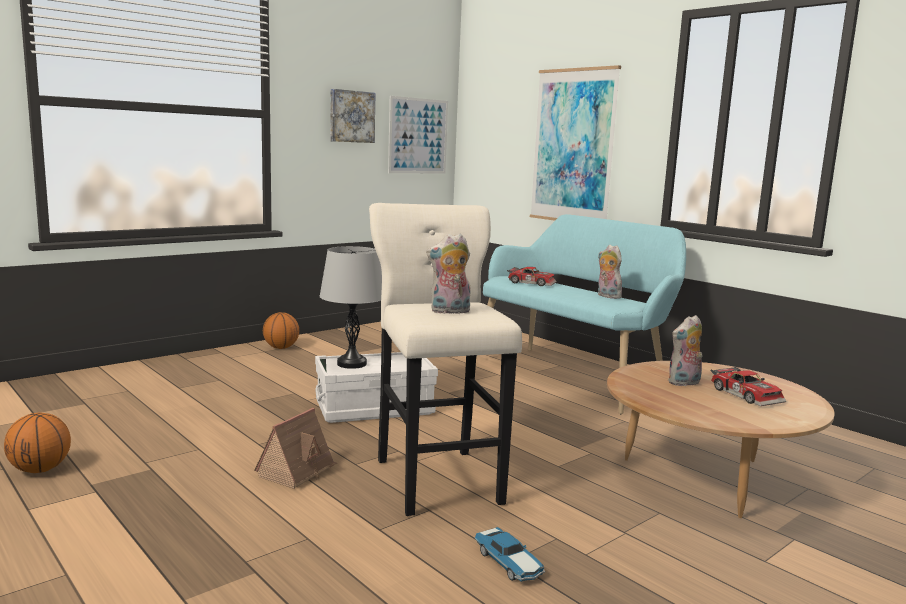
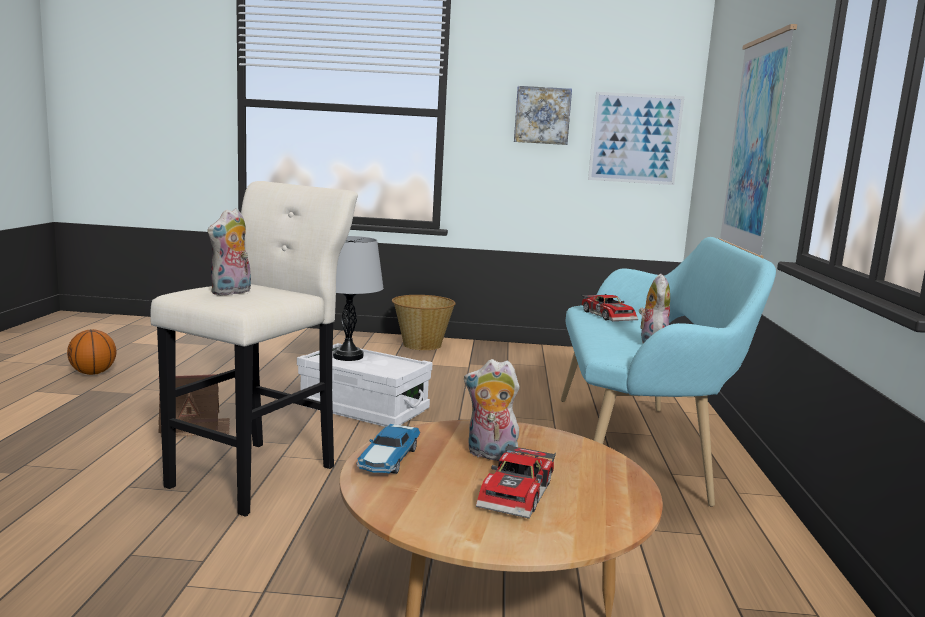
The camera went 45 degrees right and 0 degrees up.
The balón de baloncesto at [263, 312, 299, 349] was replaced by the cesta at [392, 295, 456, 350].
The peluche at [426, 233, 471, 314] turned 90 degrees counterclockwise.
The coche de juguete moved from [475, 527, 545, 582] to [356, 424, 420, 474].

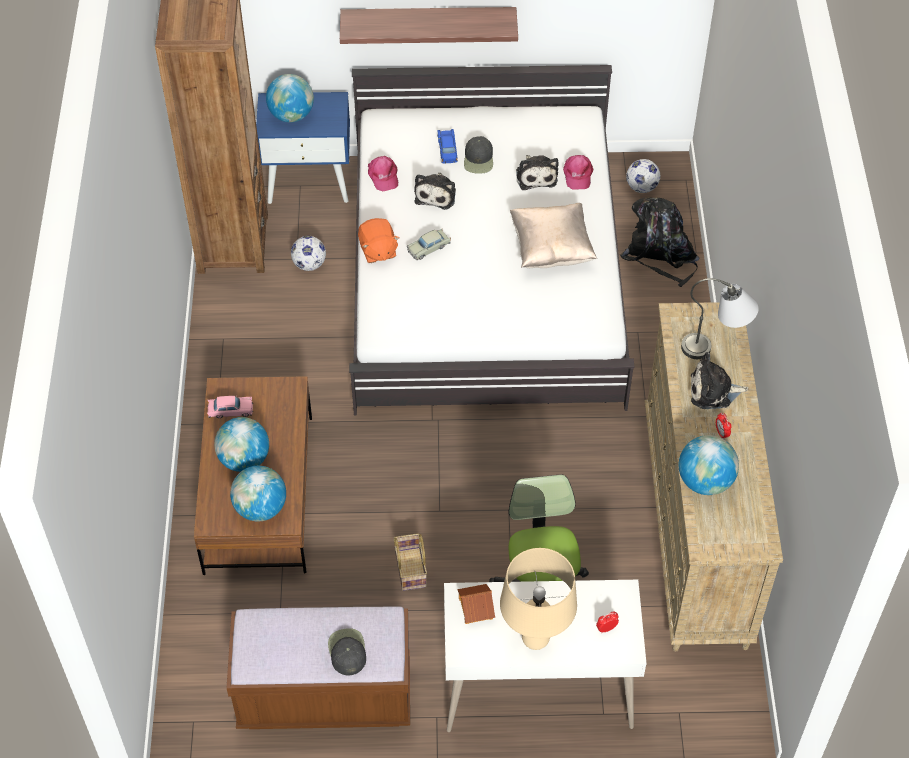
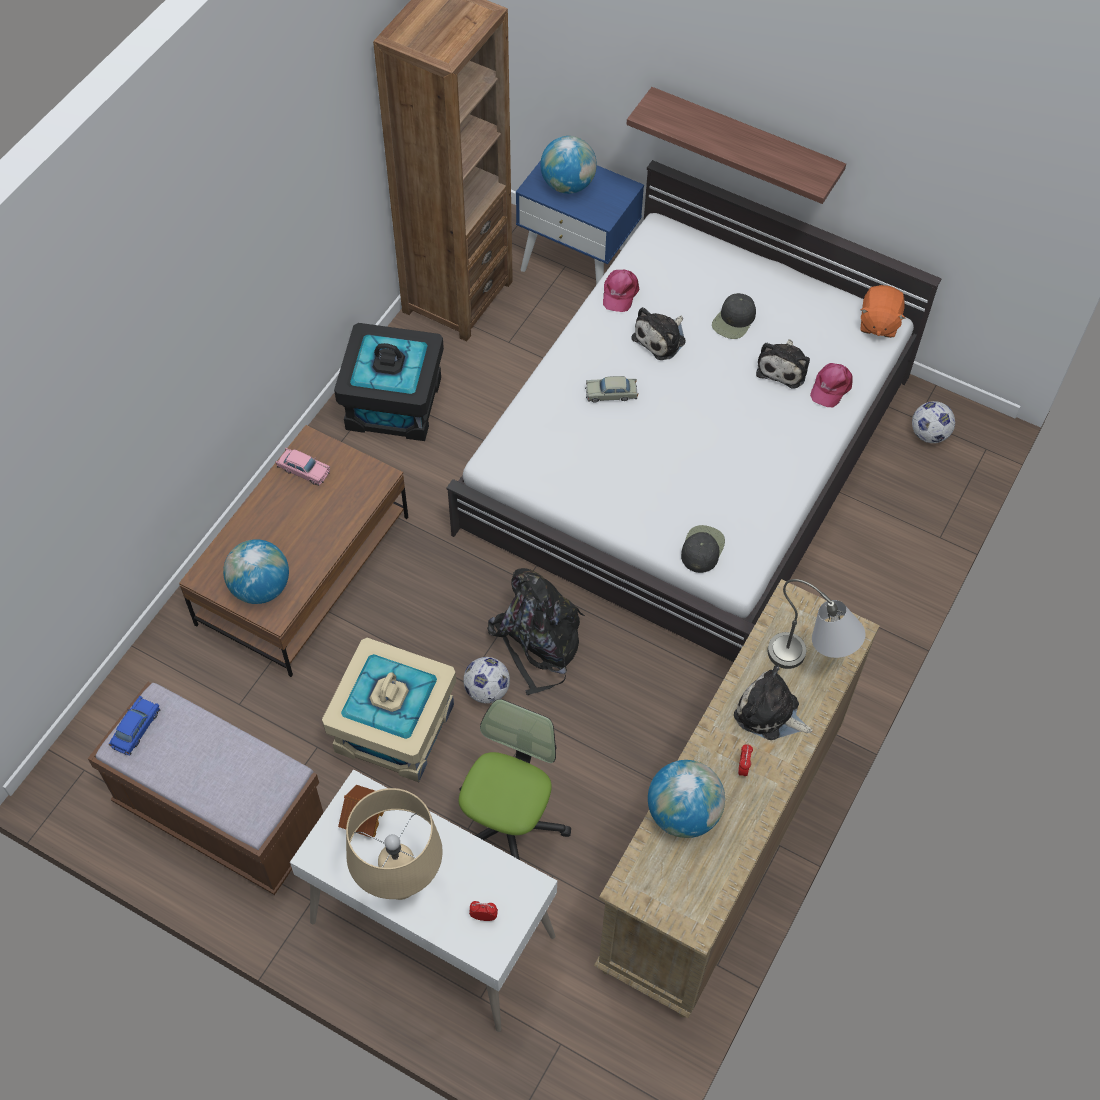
The camera went 30 degrees right and 5 degrees up.
The globo terráqueo at [214, 417, 269, 472] disappeared.
The balón de fútbol moved from [291, 236, 326, 271] to [463, 657, 510, 703].
The gorra (negro) moved from [328, 628, 366, 675] to [681, 525, 725, 573].
The peluche (naranja) moved from [358, 218, 399, 263] to [861, 285, 906, 338].
The cesta at [394, 533, 427, 591] was replaced by the caja de almacenaje (beis) at [322, 638, 456, 782].
The coche de juguete (azul) moved from [437, 129, 458, 164] to [109, 696, 161, 755].
The cojín (beis) at [510, 203, 597, 268] disappeared.
The mochila (negro) moved from [620, 198, 700, 287] to [487, 568, 585, 695].
The caja de almacenaje (negro) at [334, 323, 444, 441] appeared.

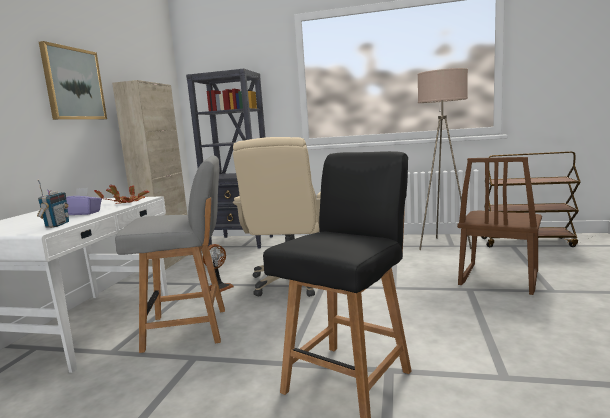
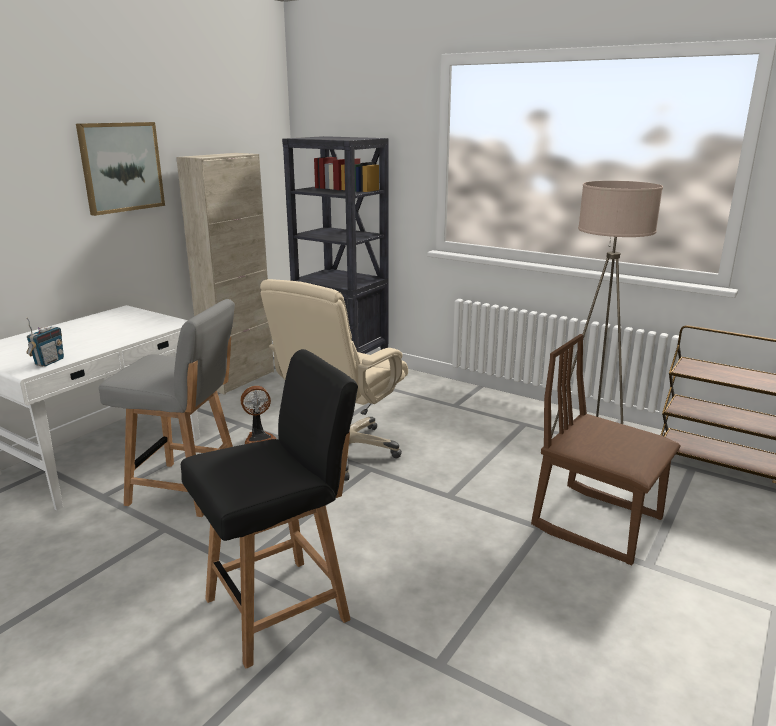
The camera went 20 degrees right and 10 degrees up.
The caja de pañuelos (morado) at [66, 188, 102, 215] disappeared.
The planta en maceta at [94, 185, 149, 204] disappeared.
The silla (marrón) at [457, 157, 542, 295] turned 75 degrees clockwise.

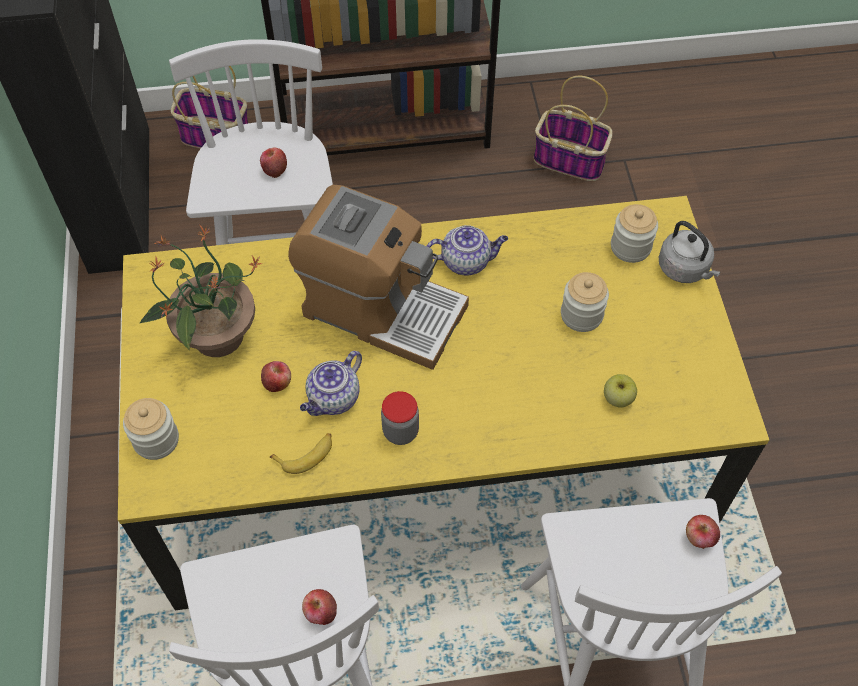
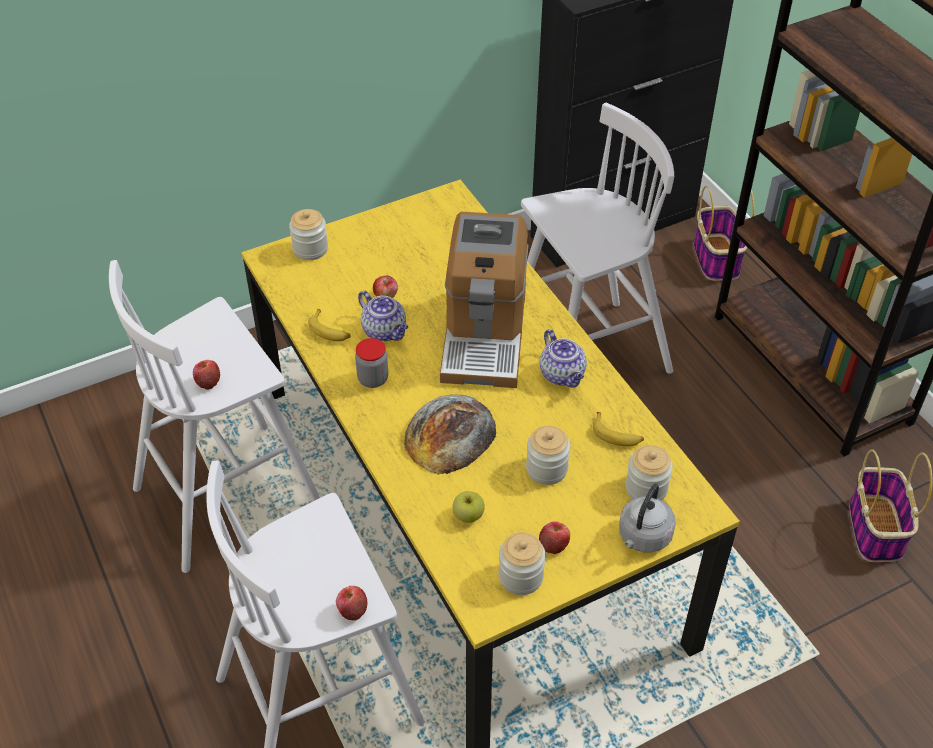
The camera went 70 degrees right and 10 degrees down.
The planta en maceta at [140, 224, 262, 357] disappeared.
The manzana moved from [260, 147, 287, 178] to [539, 521, 570, 554].
The tetera at [300, 351, 362, 416] turned 150 degrees counterclockwise.
The pan at [404, 395, 496, 475] appeared.
The tarro at [499, 532, 546, 595] appeared.
The plátano at [593, 412, 644, 446] appeared.

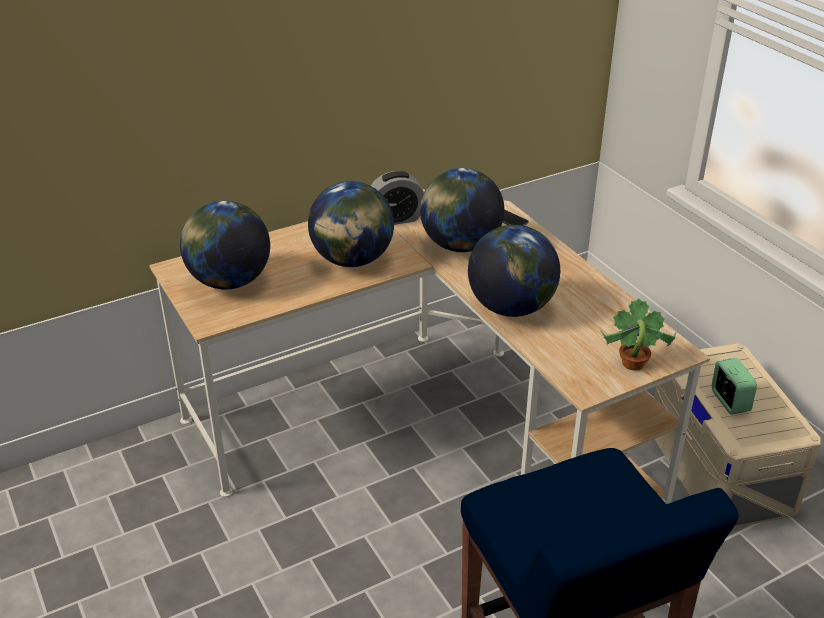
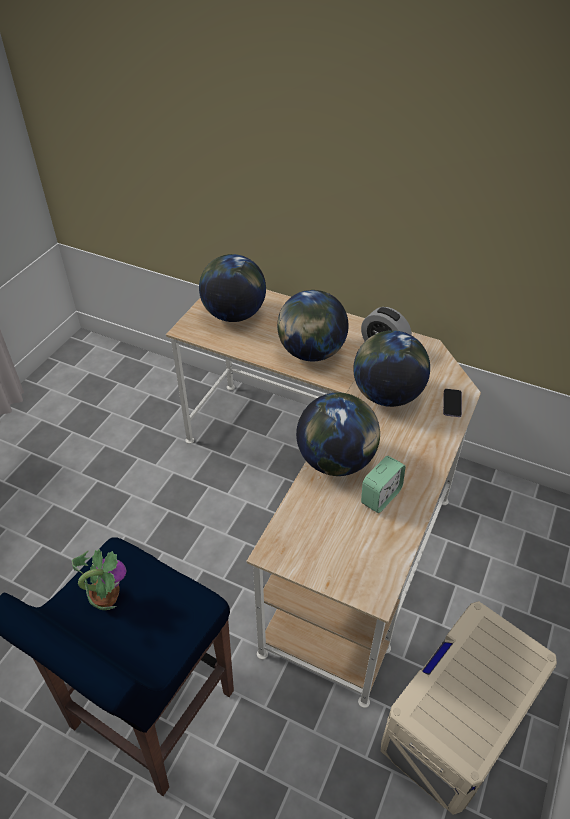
The camera went 55 degrees right and 10 degrees up.
The planta en maceta moved from [600, 298, 676, 371] to [72, 549, 126, 610].
The despertador moved from [712, 358, 757, 415] to [361, 456, 406, 513].

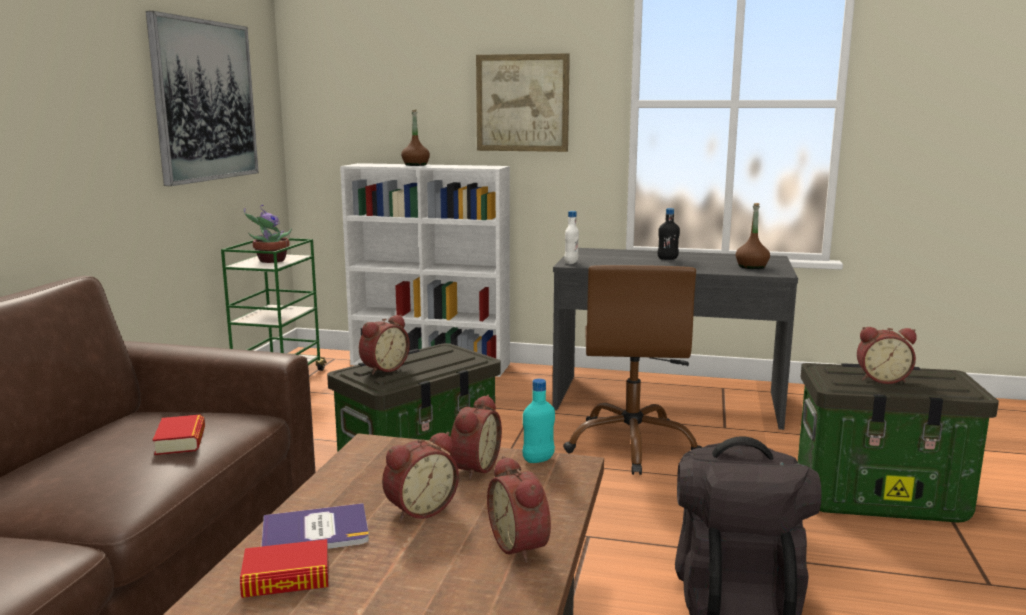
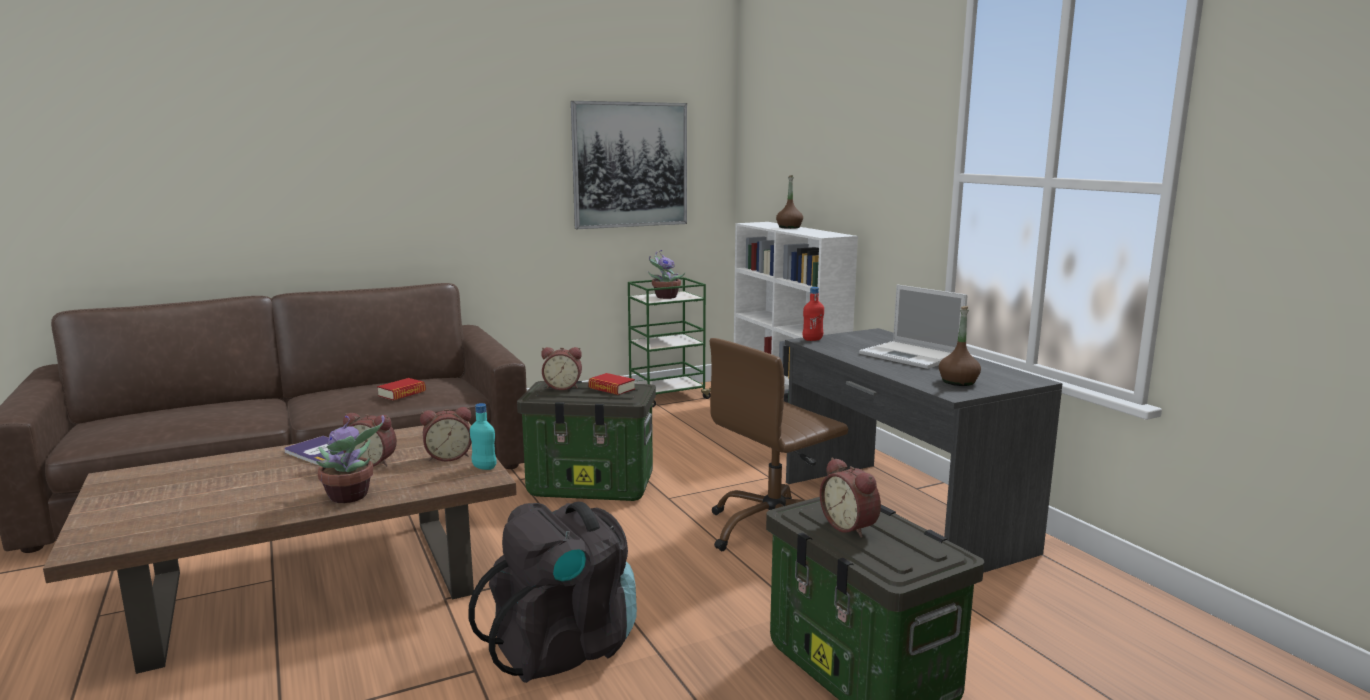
The camera went 50 degrees right and 0 degrees up.
The libro moved from [240, 539, 329, 598] to [588, 373, 635, 395].
The cuadro at [476, 53, 570, 152] disappeared.
The despertador at [487, 456, 551, 563] was replaced by the planta en maceta at [316, 415, 385, 503].
The botella (blanco) at [564, 211, 579, 264] became the botella (rojo) at [803, 287, 824, 341].
The botella (negro) at [658, 208, 680, 260] was replaced by the portátil at [859, 284, 968, 369].

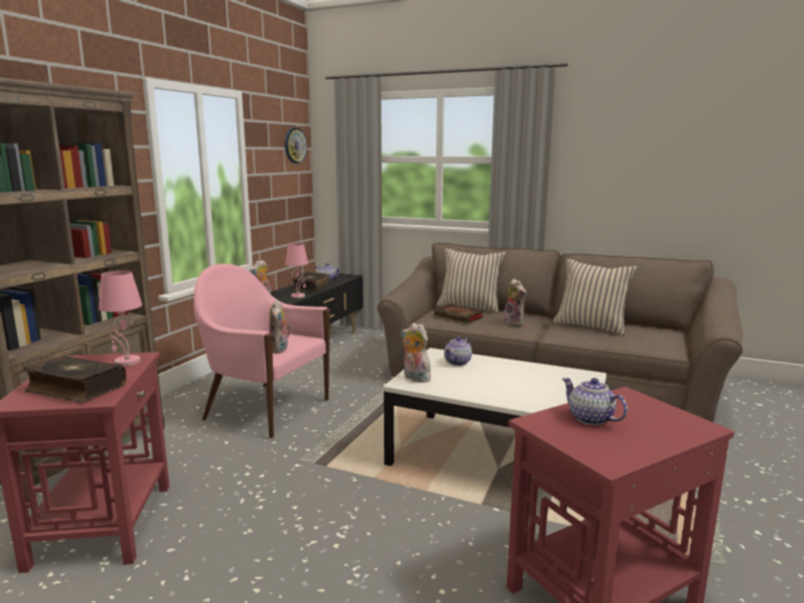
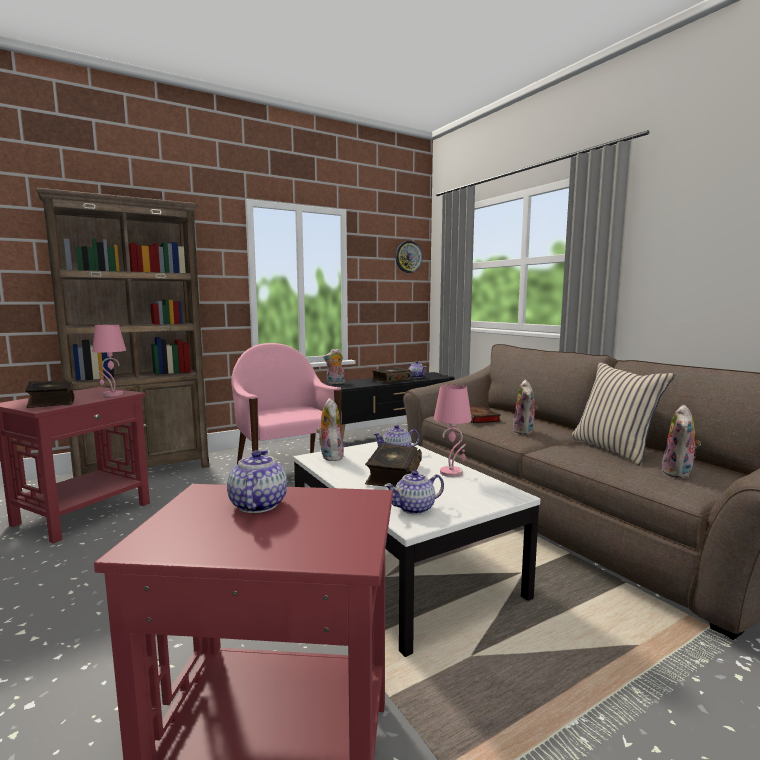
The camera went 35 degrees right and 5 degrees down.
The peluche moved from [269, 300, 291, 354] to [662, 405, 701, 479].
The lámpara de mesa (rosa) moved from [285, 243, 308, 298] to [434, 385, 472, 477].
The cojín (beis) at [436, 248, 506, 313] disappeared.
The libro at [365, 443, 422, 487] appeared.
The tetera at [384, 470, 444, 515] appeared.

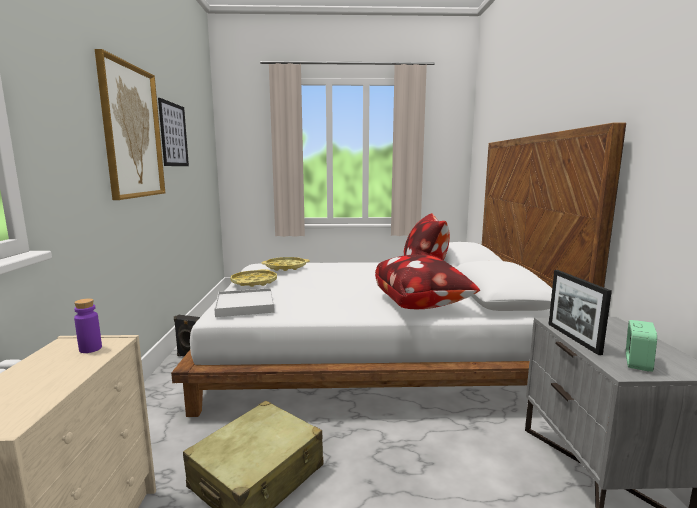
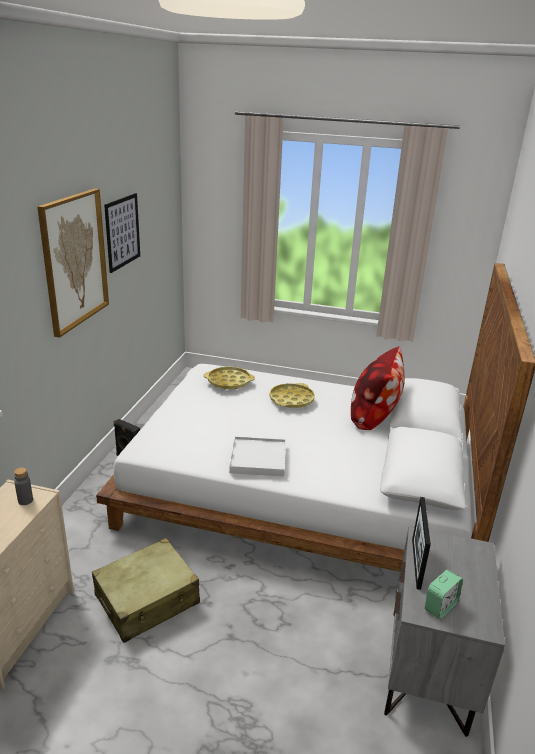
The camera went 15 degrees right and 15 degrees up.
The botella (morado) at [74, 298, 102, 353] became the botella (gris) at [14, 467, 33, 505].
The bandeja (blanco) moved from [214, 288, 275, 317] to [229, 436, 286, 477].
The bandeja (amarillo) moved from [230, 269, 277, 287] to [269, 383, 315, 408].
The cojín at [375, 254, 480, 309] disappeared.

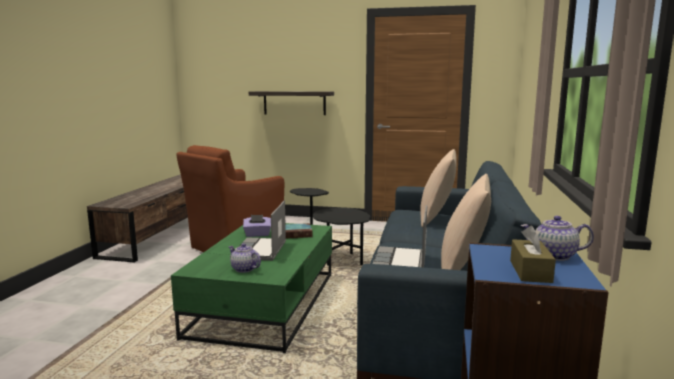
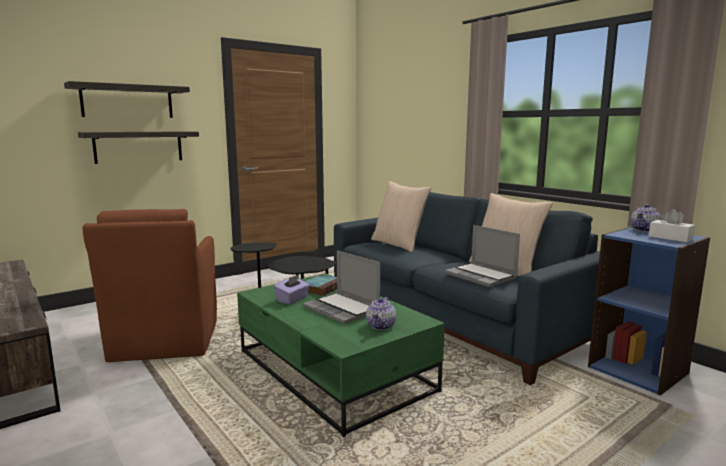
The camera went 50 degrees left and 0 degrees up.
The tetera at [228, 244, 261, 273] turned 60 degrees counterclockwise.
The caja de pañuelos (marrón) at [510, 226, 556, 283] became the caja de pañuelos (blanco) at [649, 209, 695, 242].
The estante at [64, 81, 190, 118] appeared.

